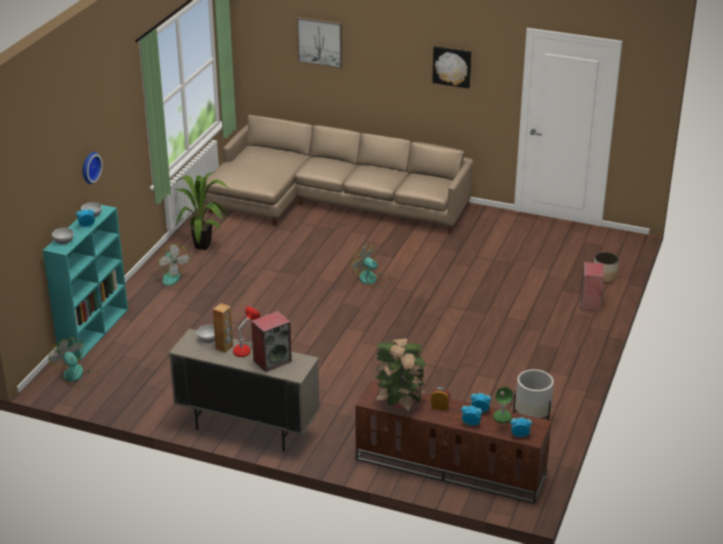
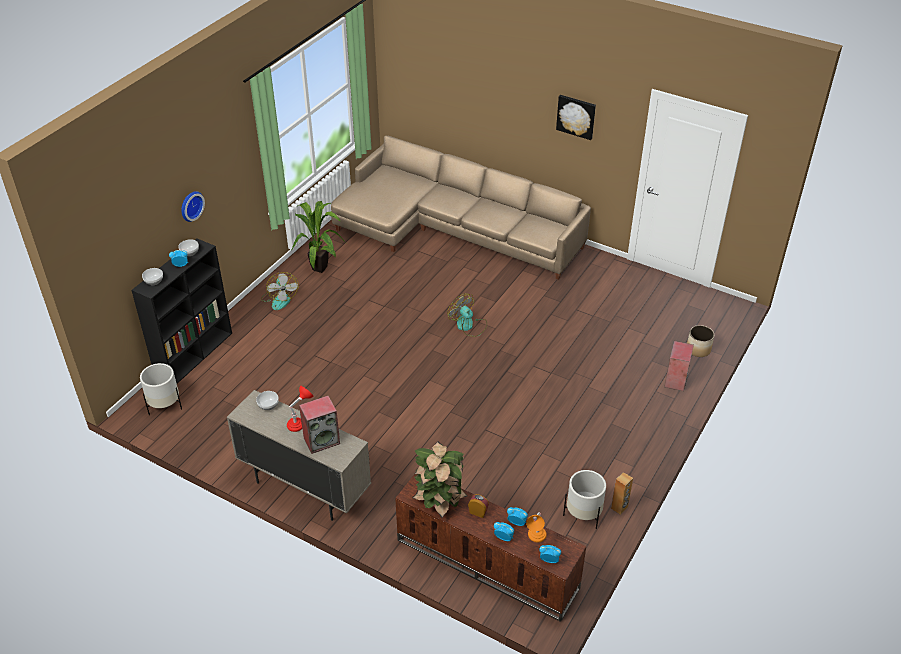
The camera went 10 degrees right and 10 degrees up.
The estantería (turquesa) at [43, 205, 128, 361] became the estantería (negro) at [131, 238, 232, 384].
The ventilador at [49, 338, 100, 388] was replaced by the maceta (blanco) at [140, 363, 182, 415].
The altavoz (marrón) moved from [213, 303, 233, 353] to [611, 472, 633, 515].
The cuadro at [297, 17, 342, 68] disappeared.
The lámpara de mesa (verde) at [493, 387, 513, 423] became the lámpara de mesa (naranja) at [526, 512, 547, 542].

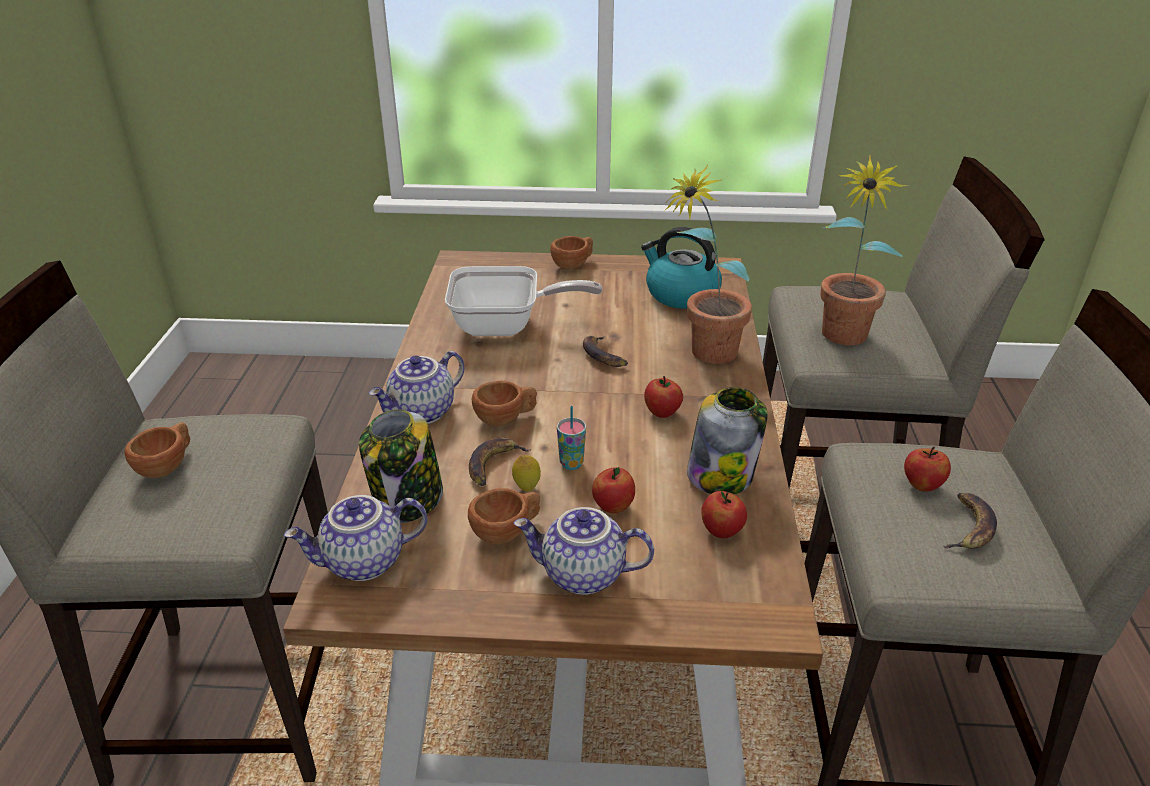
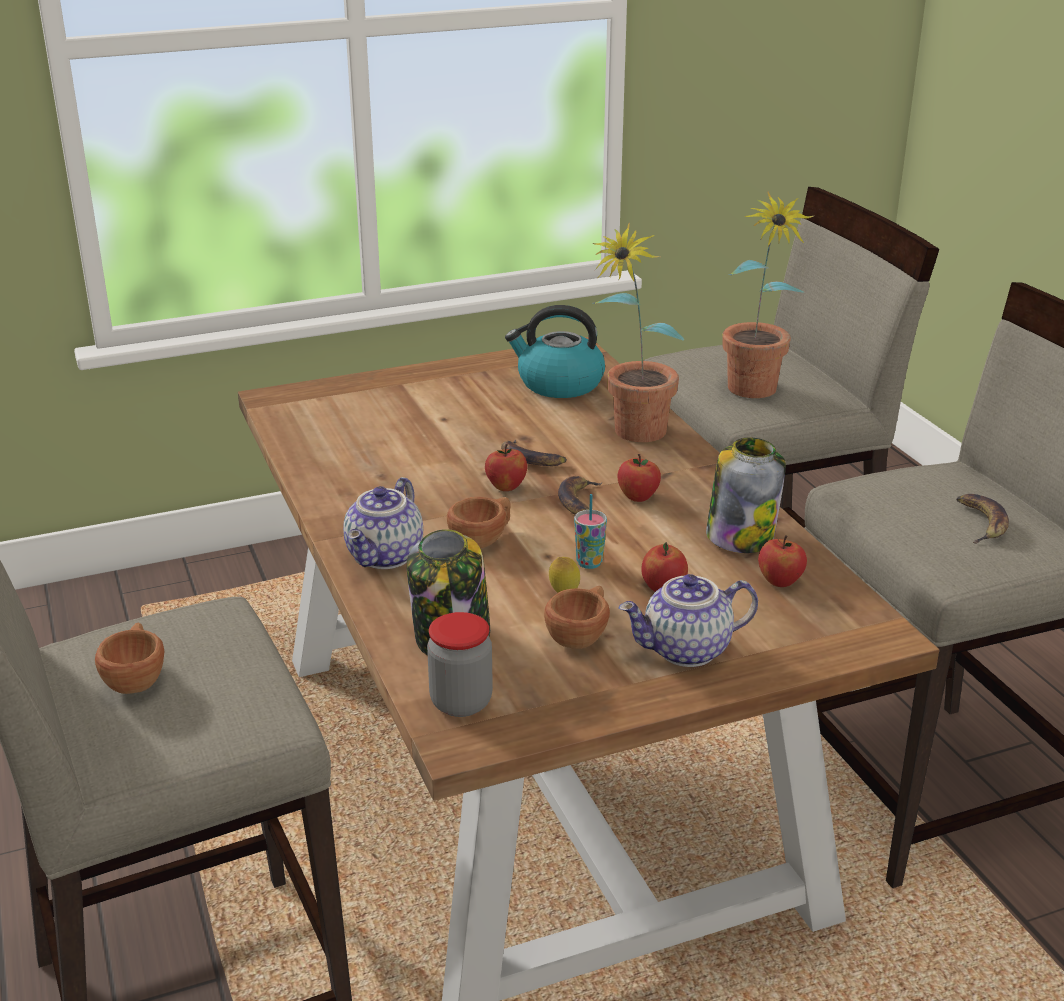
The camera went 25 degrees left and 5 degrees down.
The tetera at [284, 495, 427, 581] was replaced by the tarro at [427, 612, 493, 717].
The sartén at [445, 266, 602, 336] disappeared.
The plátano moved from [469, 437, 531, 486] to [558, 476, 602, 515].
The taza (marrón) at [550, 236, 593, 269] disappeared.
The manzana moved from [904, 446, 951, 492] to [485, 444, 527, 491].

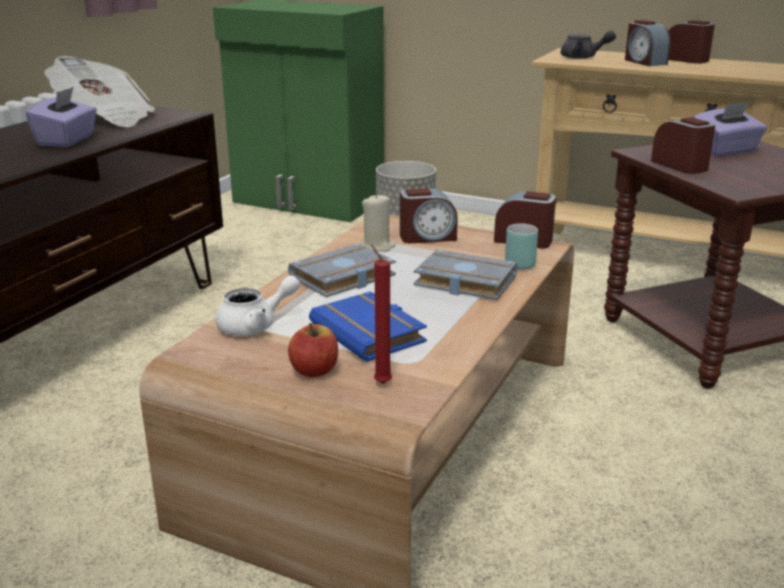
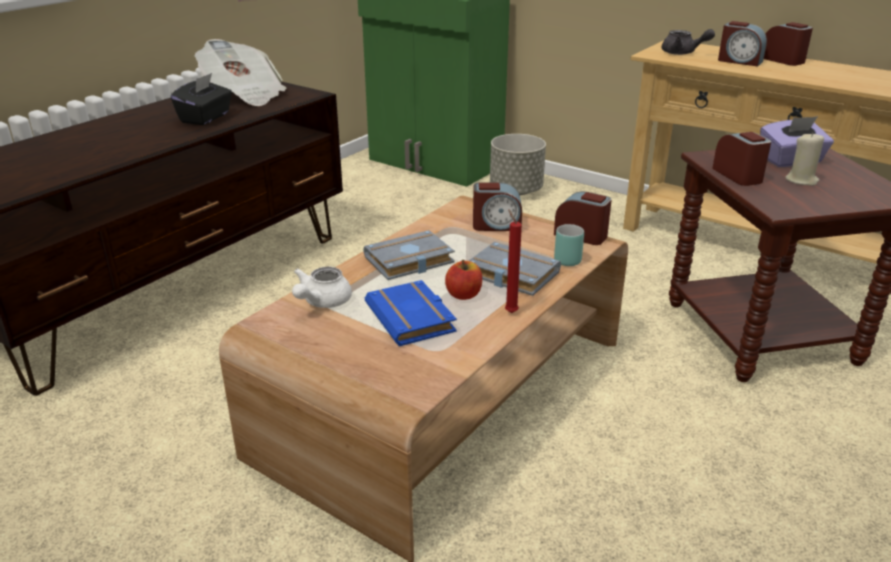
The camera went 10 degrees right and 5 degrees up.
The caja de pañuelos (morado) at [26, 87, 97, 147] became the caja de pañuelos (negro) at [171, 73, 232, 125].
The tetera (blanco) at [216, 275, 300, 336] turned 135 degrees clockwise.
The manzana moved from [288, 323, 338, 377] to [445, 260, 482, 300].
The vela (beis) moved from [360, 193, 396, 252] to [785, 132, 824, 186].
The vela (rojo) moved from [371, 244, 392, 384] to [505, 209, 522, 313].
The despertador at [625, 20, 671, 66] turned 45 degrees counterclockwise.

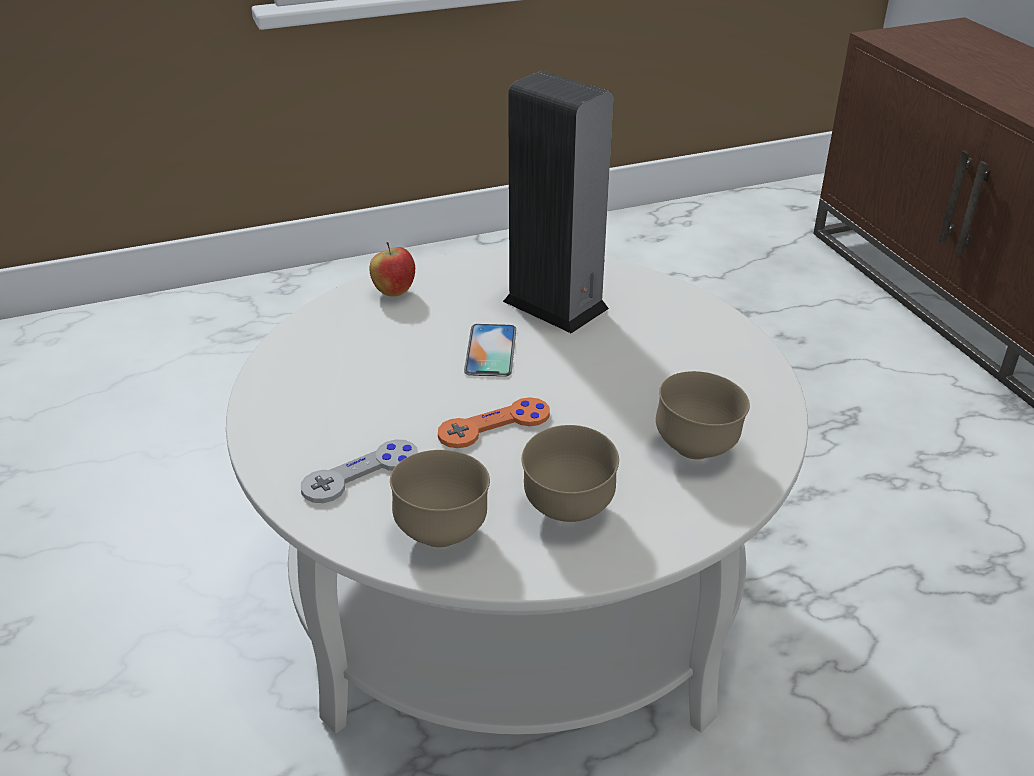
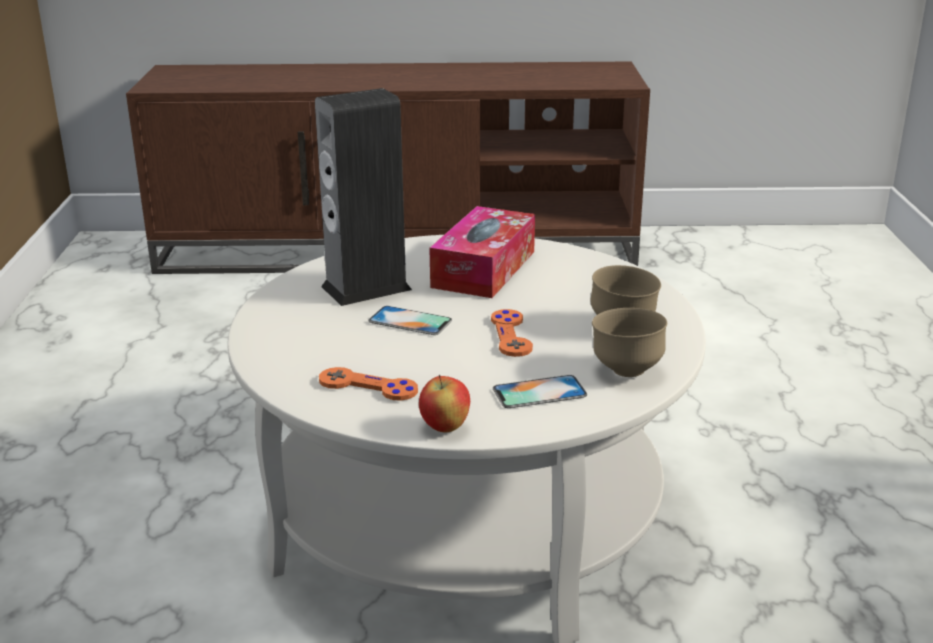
The camera went 70 degrees left and 10 degrees down.
The mando de consola (gris) at [301, 439, 418, 503] was replaced by the móvil at [493, 375, 587, 408].
The manzana moved from [369, 242, 415, 297] to [419, 375, 470, 432].
The cuenco (marrón) at [656, 371, 750, 460] disappeared.
The mando de consola (naranja) at [319, 367, 418, 401] appeared.
The caja de pañuelos at [429, 206, 535, 298] appeared.

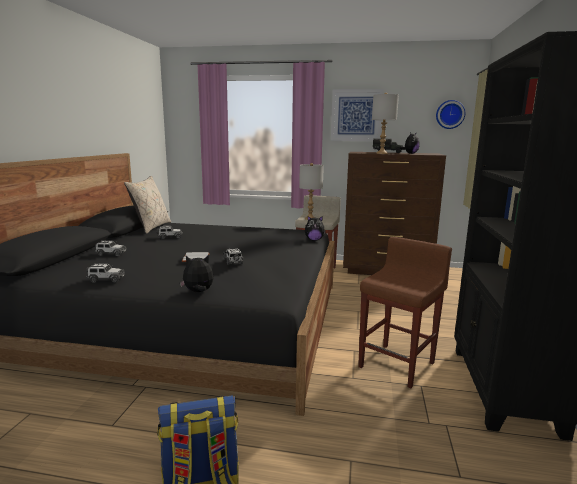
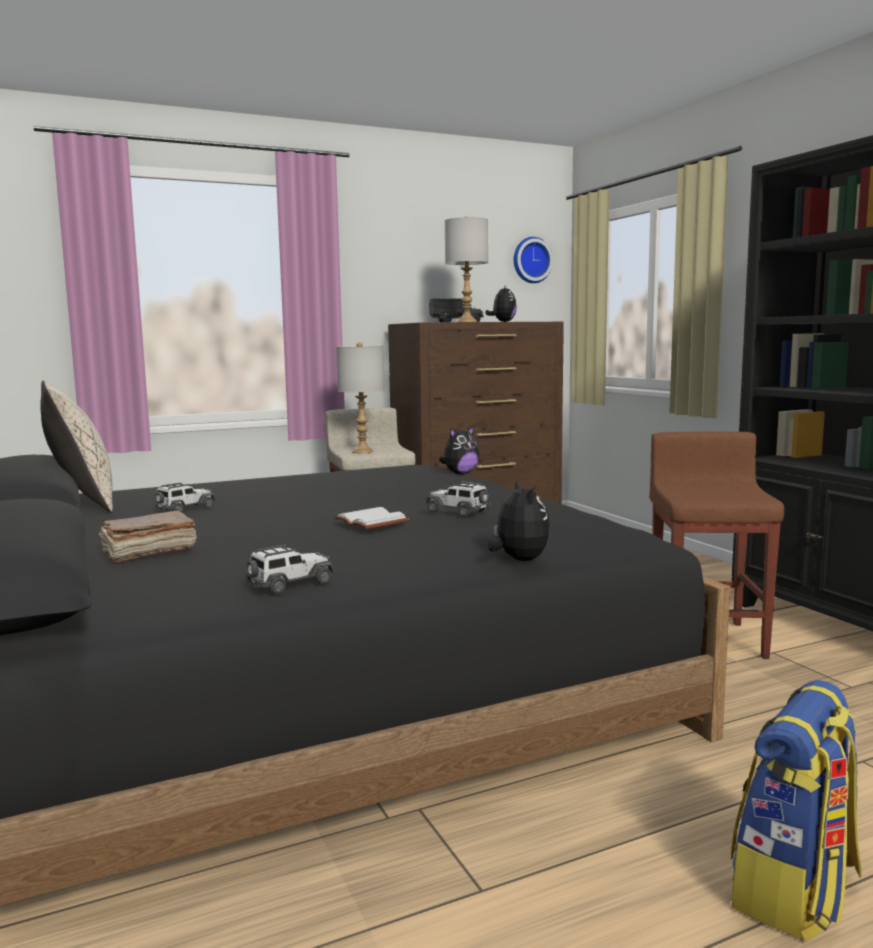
The camera went 35 degrees left and 5 degrees down.
The coche de juguete at [95, 240, 127, 256] was replaced by the libro (marrón) at [99, 511, 197, 563].
The peluche at [180, 255, 214, 292] turned 120 degrees clockwise.
The cuadro at [331, 89, 384, 141] disappeared.

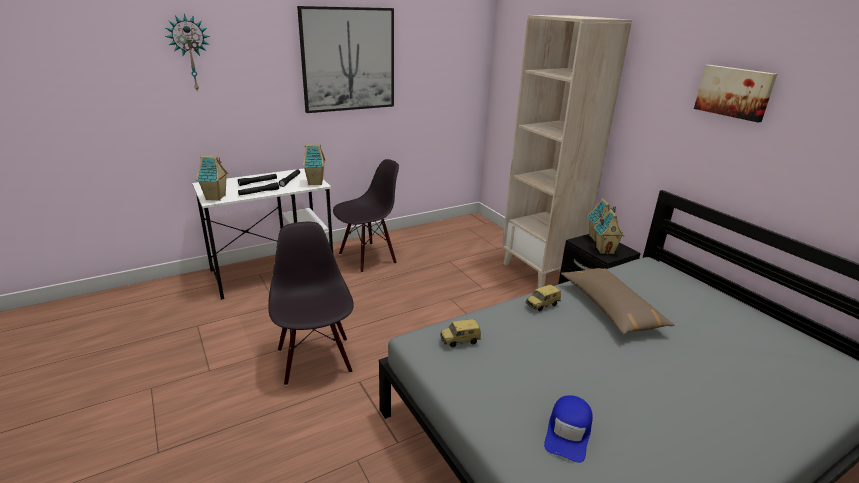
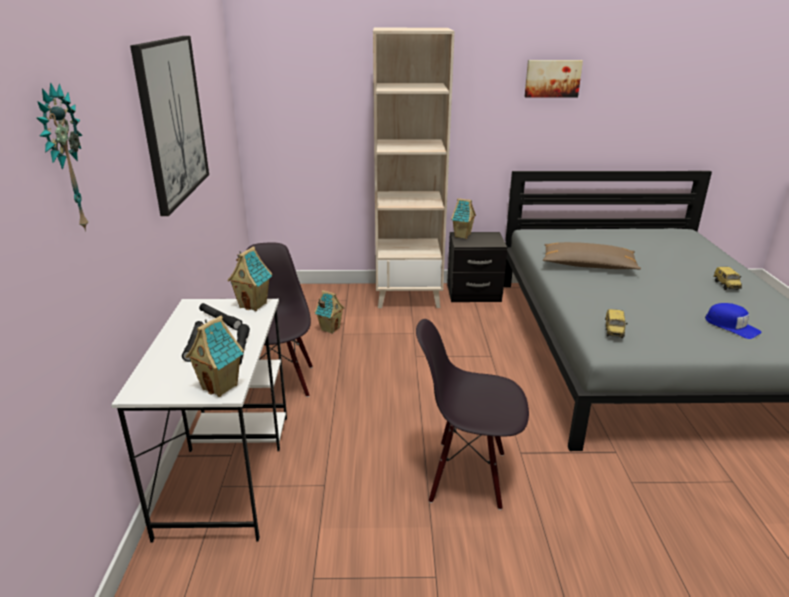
The camera went 60 degrees left and 0 degrees up.
The coche de juguete moved from [526, 284, 561, 312] to [714, 267, 742, 290].
The casita moved from [594, 209, 625, 254] to [314, 290, 344, 334].

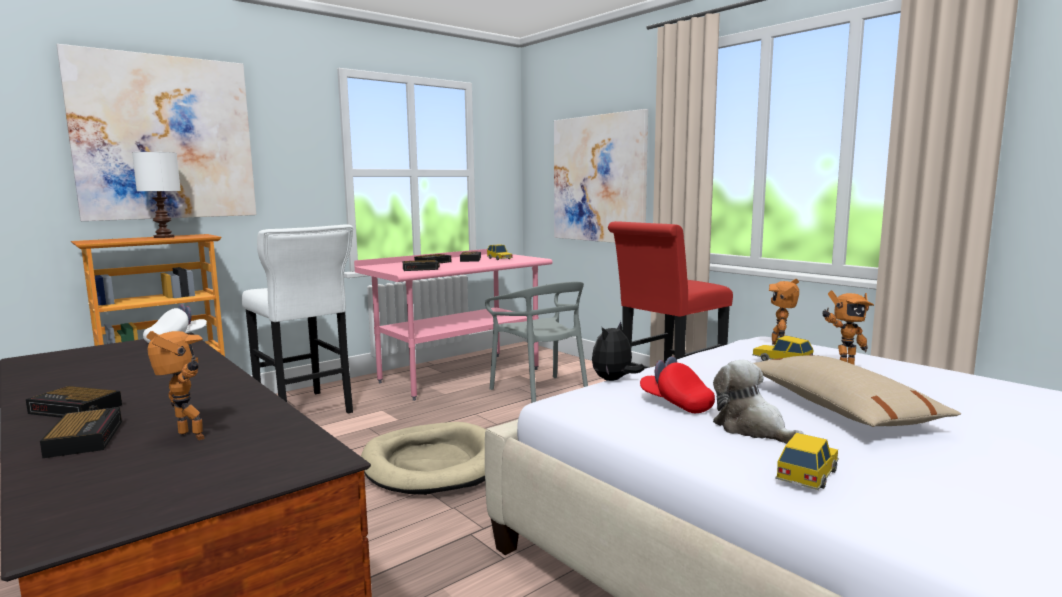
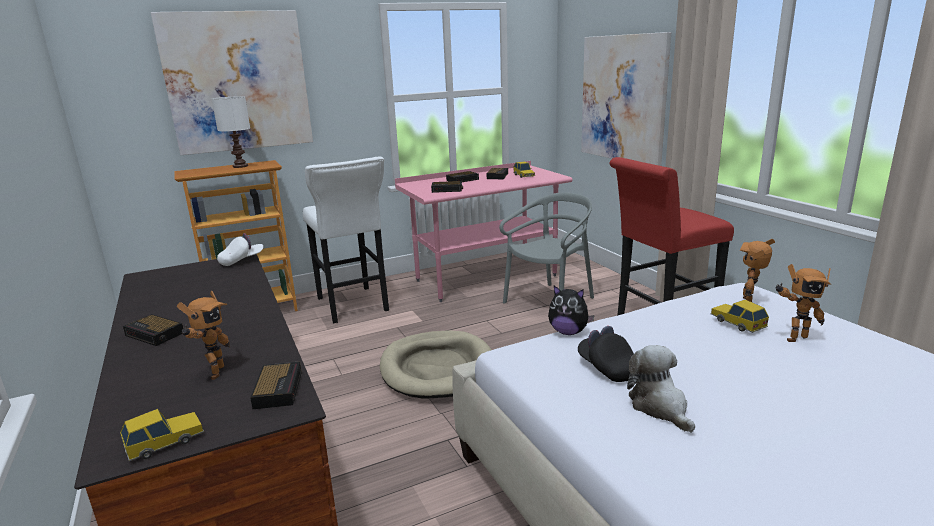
The camera went 15 degrees right and 10 degrees up.
The despertador moved from [40, 407, 122, 458] to [250, 361, 302, 409].
The robot de juguete at [147, 331, 204, 440] turned 45 degrees clockwise.
The silla (gris) at [485, 282, 588, 403] turned 120 degrees counterclockwise.
The peluche at [592, 321, 644, 381] turned 120 degrees counterclockwise.
The gorra (rojo) at [640, 356, 715, 413] became the gorra (negro) at [578, 326, 634, 382].
The cojín (beis) at [754, 355, 961, 427] disappeared.
The coche de juguete moved from [775, 433, 839, 490] to [120, 409, 204, 461].

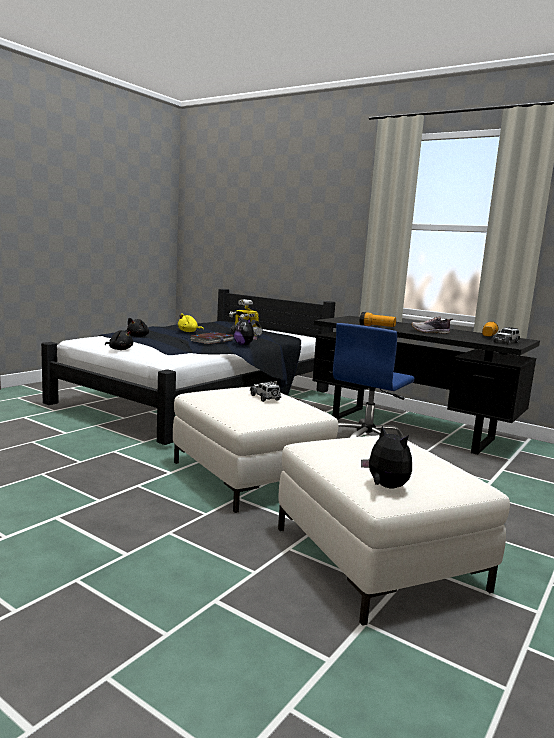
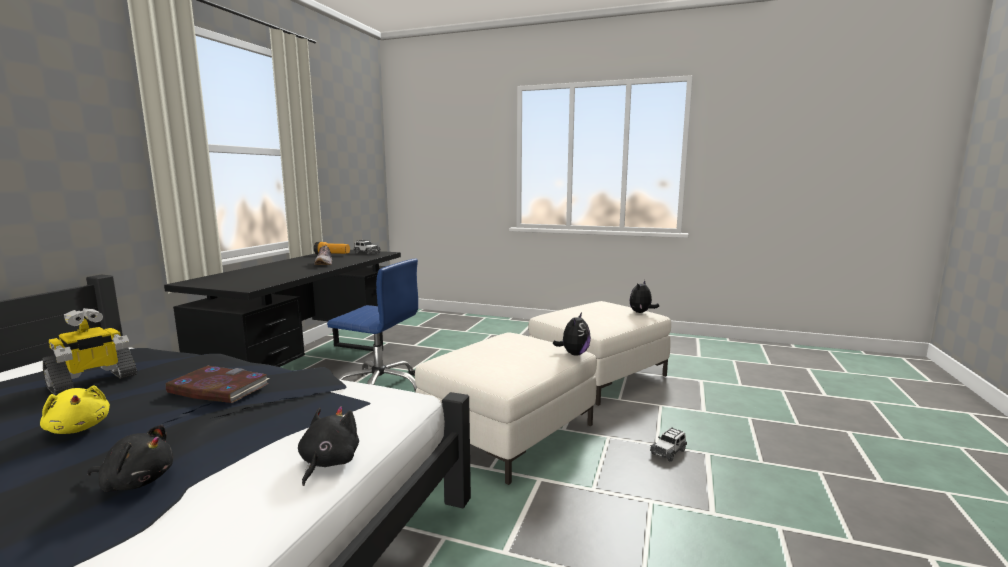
The camera went 105 degrees left and 0 degrees up.
The peluche moved from [233, 316, 258, 345] to [553, 312, 591, 356].
The coche de juguete moved from [250, 381, 281, 402] to [650, 427, 687, 462].
The linterna at [359, 312, 396, 327] disappeared.

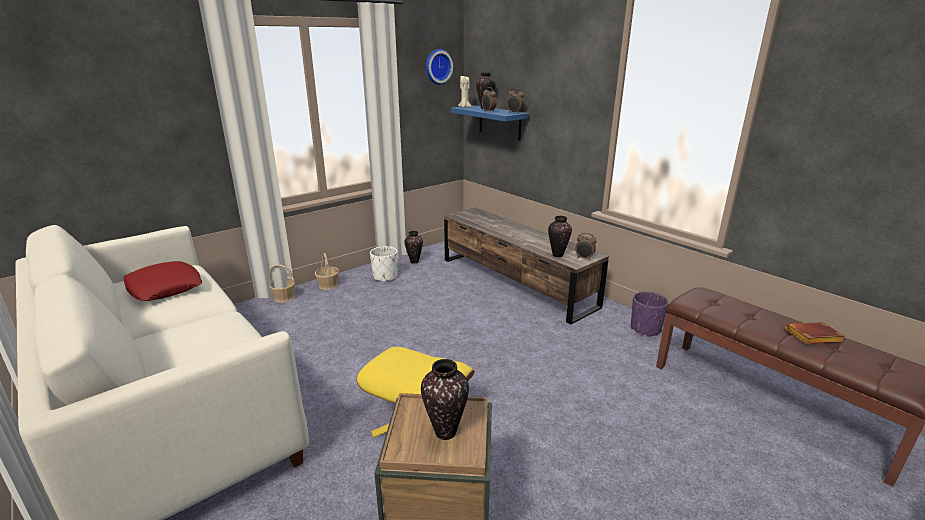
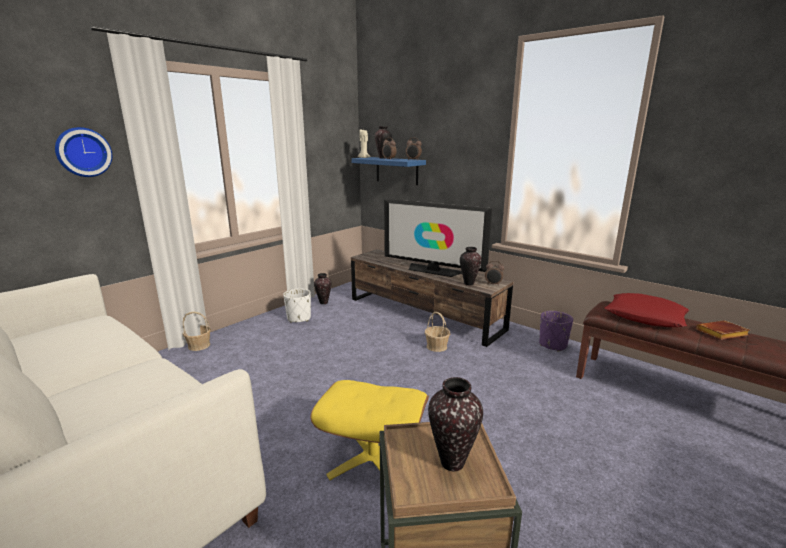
The camera went 10 degrees left and 5 degrees down.
The cojín (rojo) moved from [124, 261, 202, 301] to [605, 293, 689, 327].
The cesta moved from [315, 253, 339, 290] to [425, 312, 450, 352].
The reloj de pared moved from [426, 49, 453, 85] to [55, 127, 112, 177].
The televisor at [384, 199, 492, 277] appeared.

